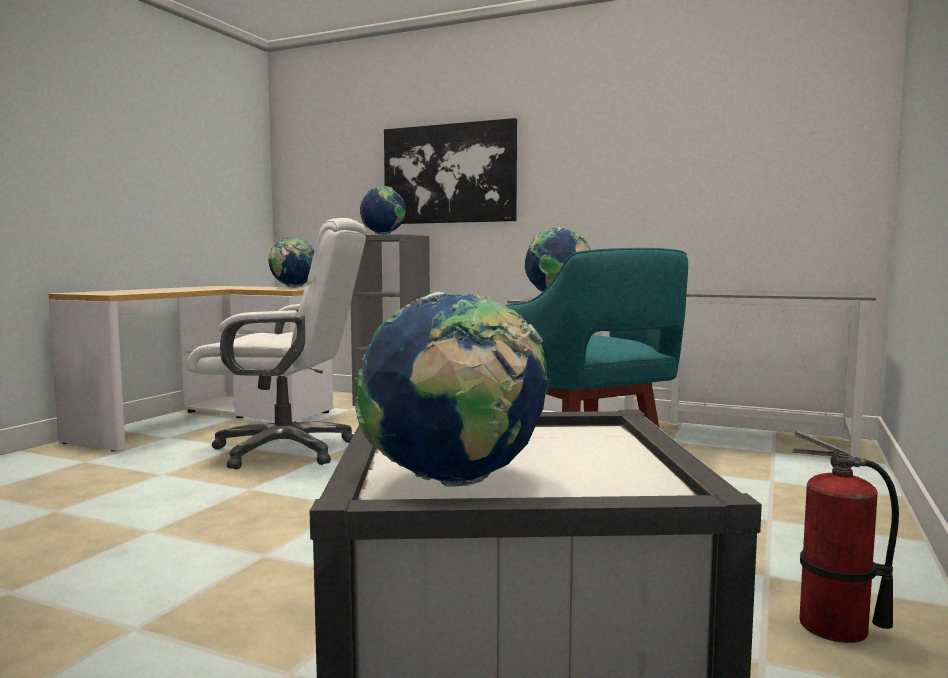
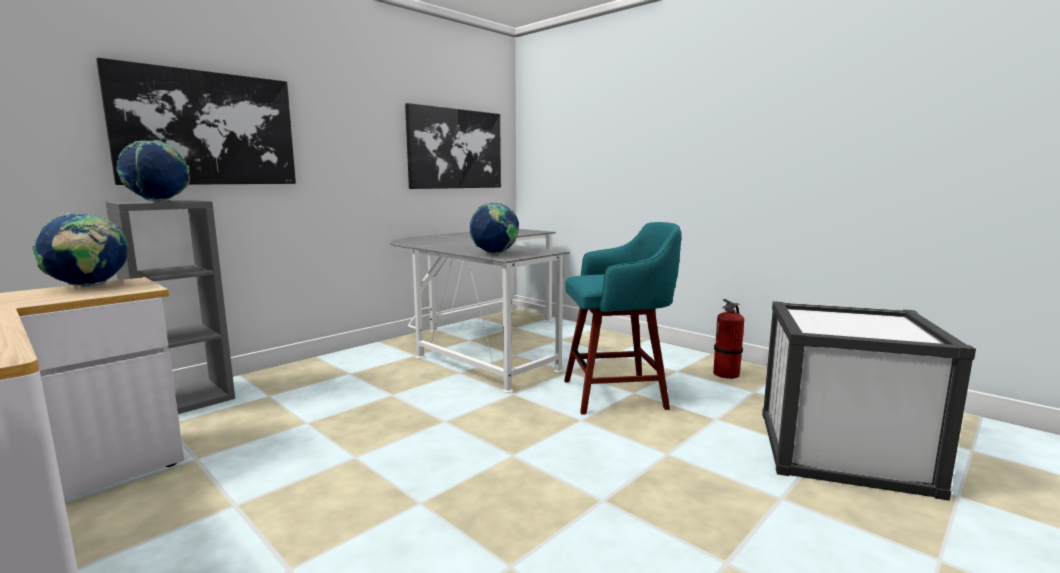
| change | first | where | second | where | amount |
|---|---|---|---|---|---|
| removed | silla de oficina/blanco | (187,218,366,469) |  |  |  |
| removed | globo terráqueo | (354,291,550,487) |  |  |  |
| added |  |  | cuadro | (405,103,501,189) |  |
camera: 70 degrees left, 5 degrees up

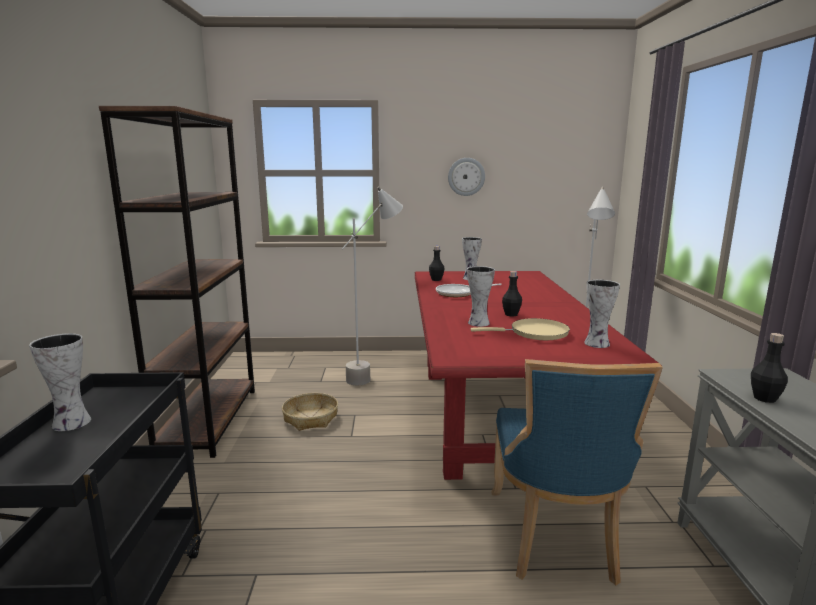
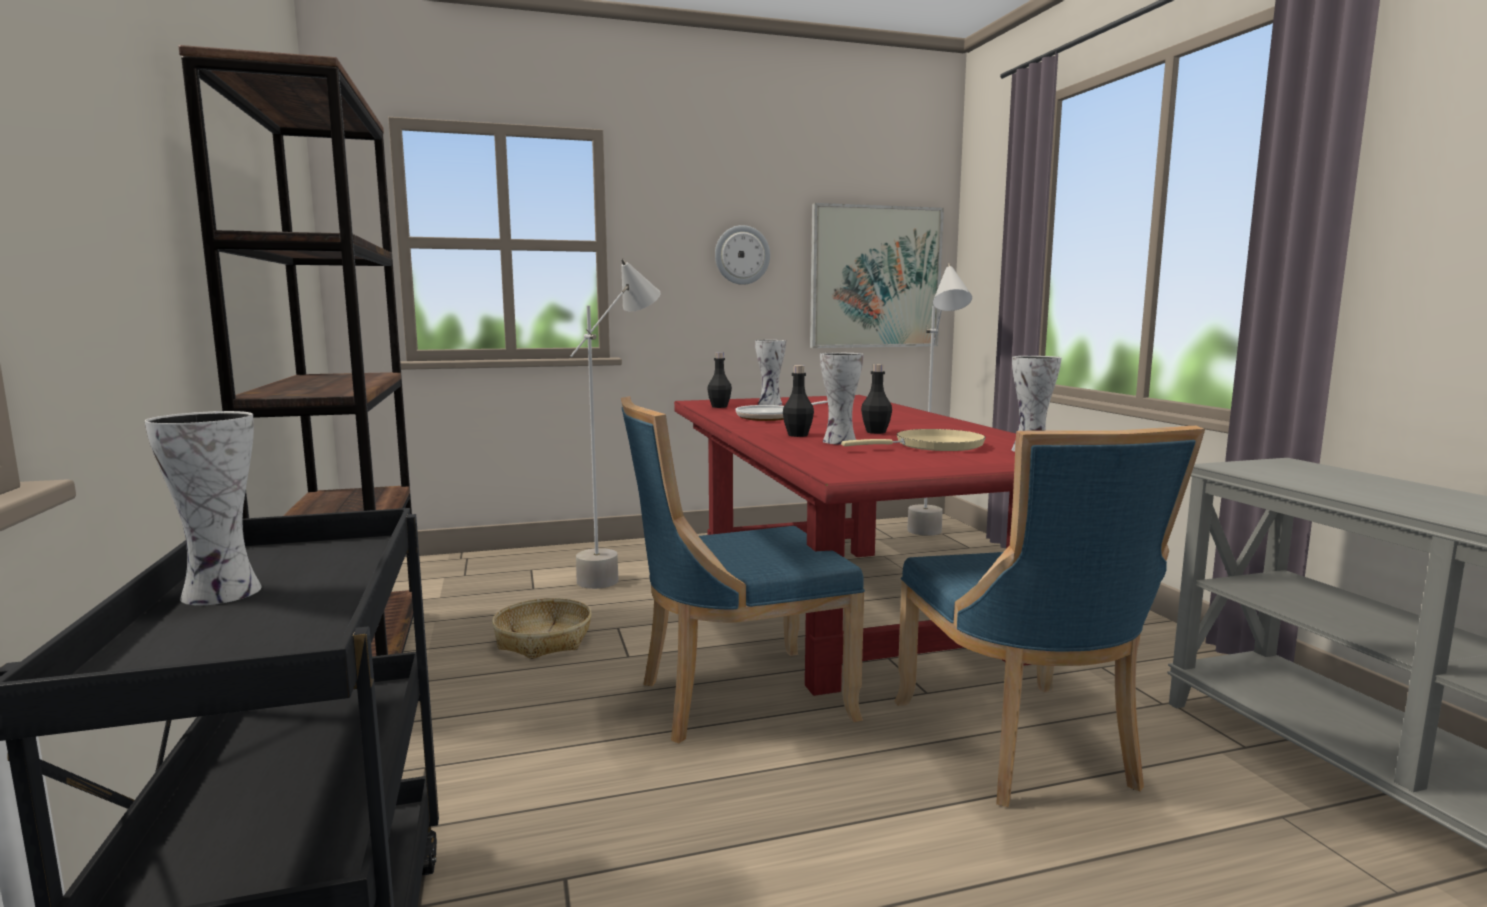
| change | first | where | second | where | amount |
|---|---|---|---|---|---|
| moved | botella/negro | (751,333,788,403) |  | (783,365,814,437) |  |
| added |  |  | cuadro | (810,203,944,348) |  |
| added |  |  | silla/azul | (621,396,865,743) |  |
camera: 15 degrees left, 5 degrees down

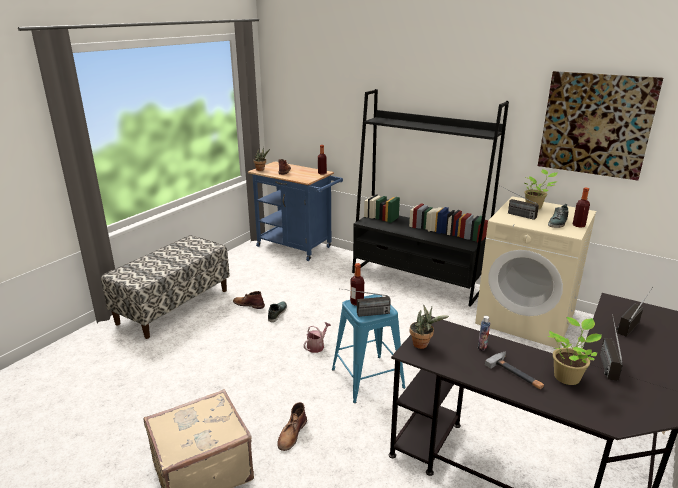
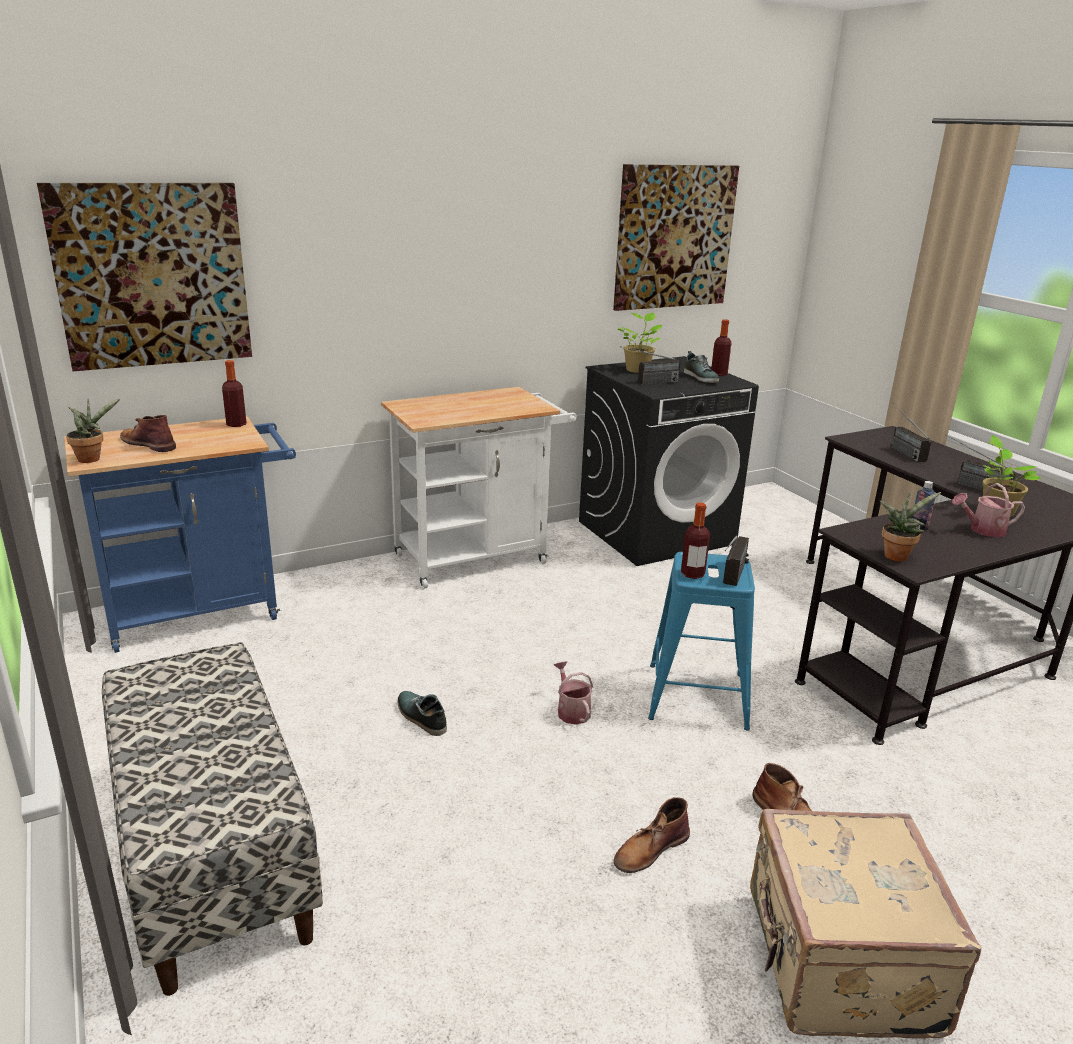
| change | first | where | second | where | amount |
|---|---|---|---|---|---|
| replaced | estantería/negro | (352,89,509,307) | carrito/blanco | (381,387,577,589) |  |
| recoloured | lavadora/beis | (475,196,596,348) | lavadora/negro | (579,356,759,566) |  |
| moved | bota/marrón | (233,291,265,309) |  | (614,797,690,873) |  |
| replaced | martillo | (485,351,544,389) | regadera | (952,483,1025,537) |  |
| added |  |  | cuadro | (37,183,252,371) |  |
camera: 60 degrees left, 0 degrees up

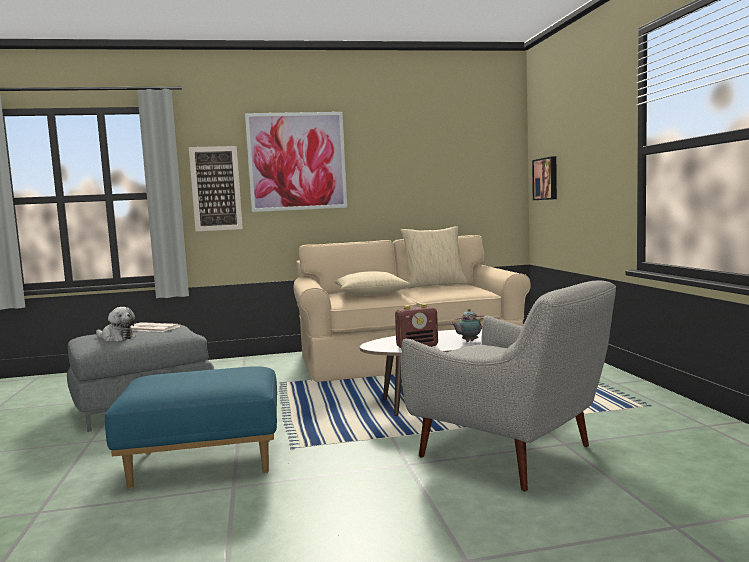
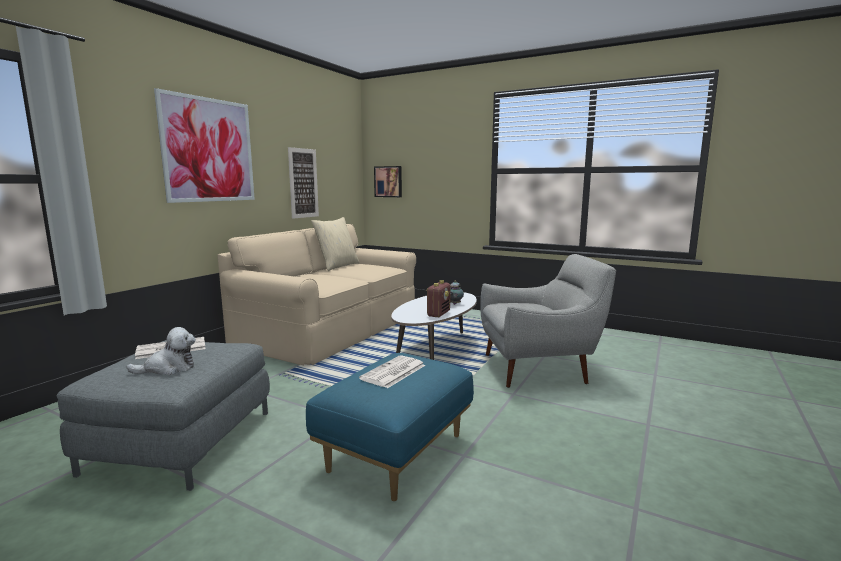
| change | first | where | second | where | amount |
|---|---|---|---|---|---|
| moved | cuadro | (189,146,243,231) |  | (288,147,319,219) |  |
| removed | cojín/beis | (334,271,410,296) |  |  |  |
| added |  |  | periódico | (359,355,426,388) |  |
camera: 50 degrees left, 5 degrees up

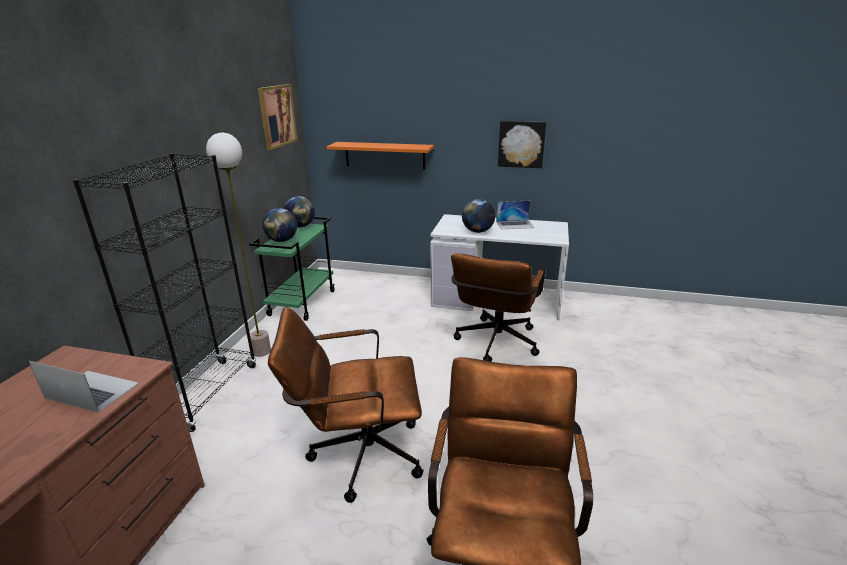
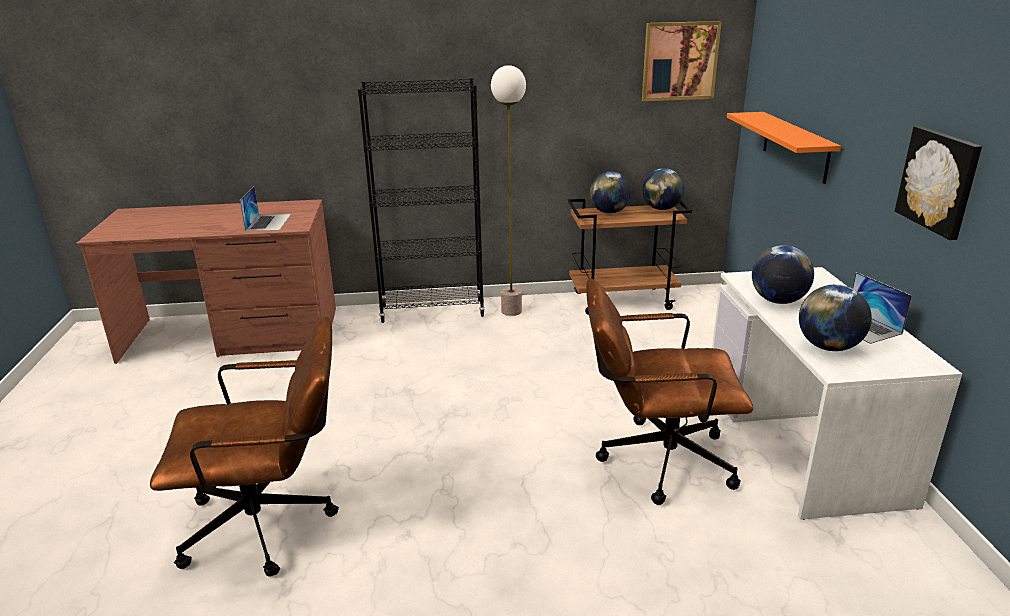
| change | first | where | second | where | amount |
|---|---|---|---|---|---|
| recoloured | carrito/verde | (249,217,335,321) | carrito/marrón | (568,199,692,315) |  |
| removed | silla de oficina/marrón | (268,307,423,503) |  |  |  |
| added |  |  | globo terráqueo | (799,284,872,351) |  |
camera: 70 degrees right, 0 degrees up

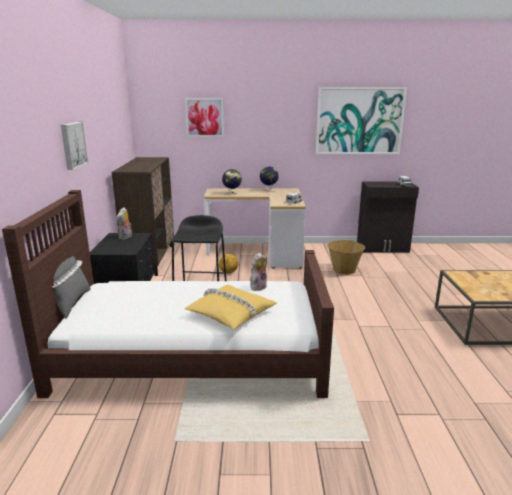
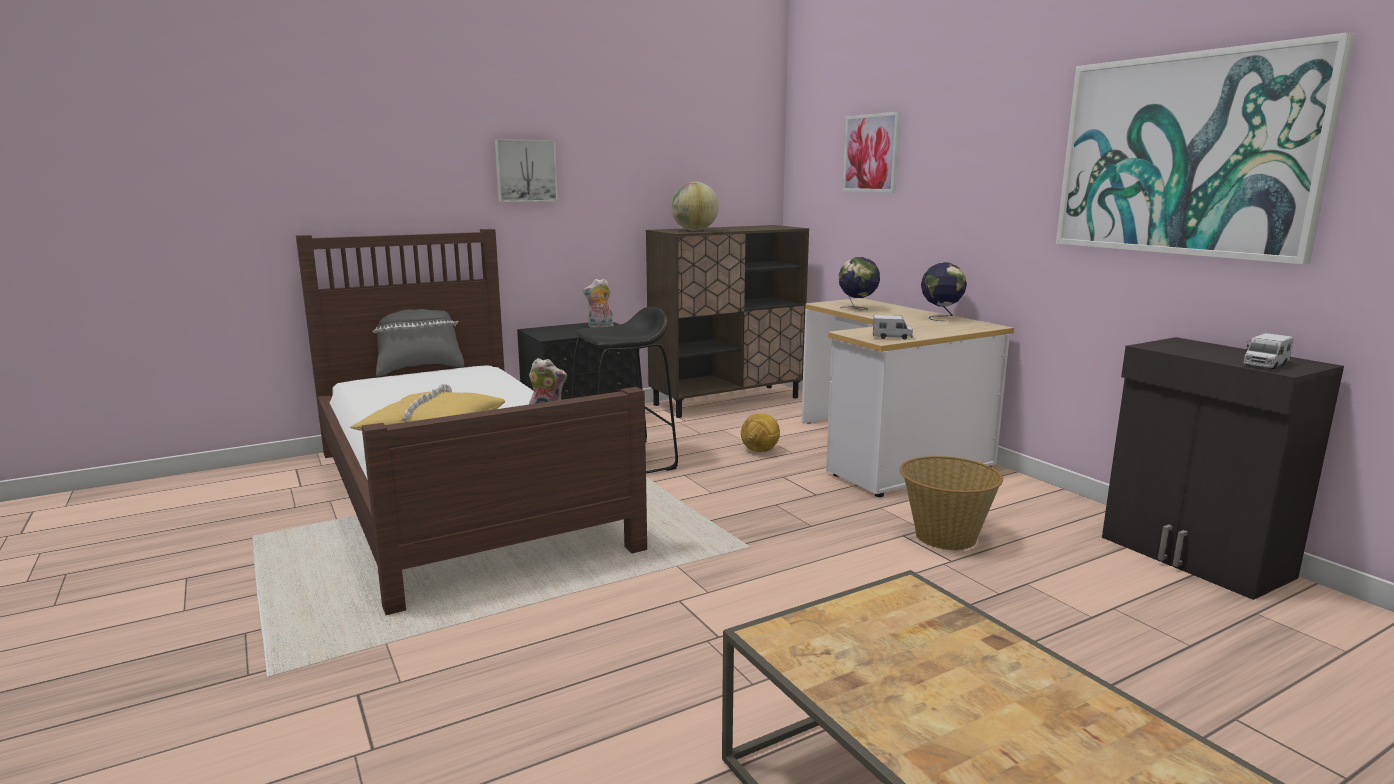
| change | first | where | second | where | amount |
|---|---|---|---|---|---|
| added |  |  | globo terráqueo | (671,182,719,231) |  |
camera: 60 degrees right, 5 degrees down

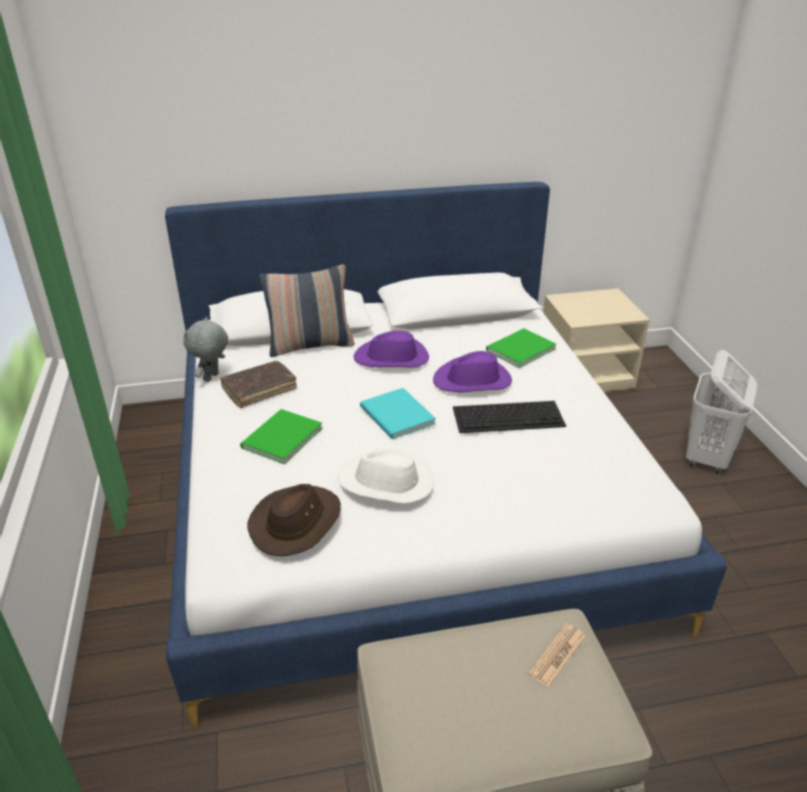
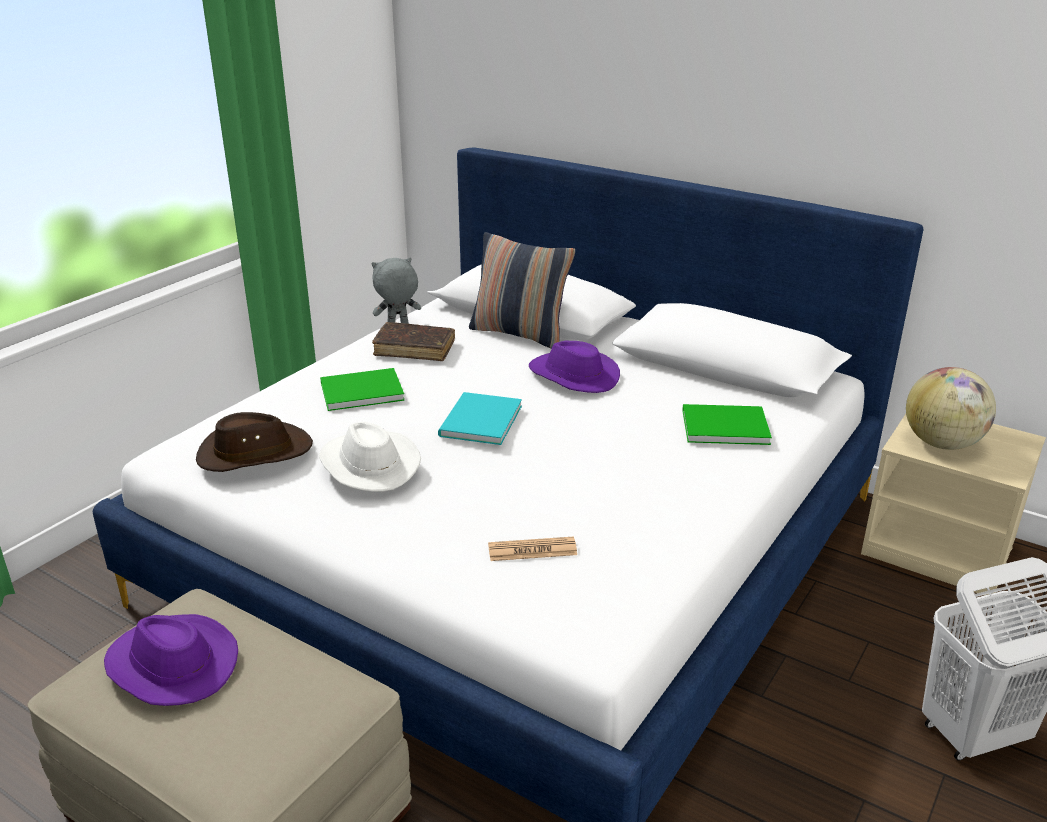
| change | first | where | second | where | amount |
|---|---|---|---|---|---|
| moved | sombrero/morado | (433,351,512,392) |  | (104,614,238,706) |  |
| removed | teclado | (453,401,566,433) |  |  |  |
| moved | periódico | (528,623,585,687) |  | (488,537,577,561) |  |
| added |  |  | globo terráqueo | (906,367,996,450) |  |
camera: 45 degrees right, 5 degrees down

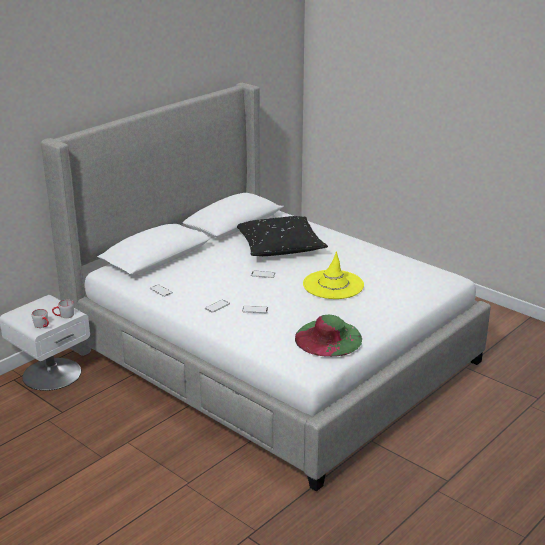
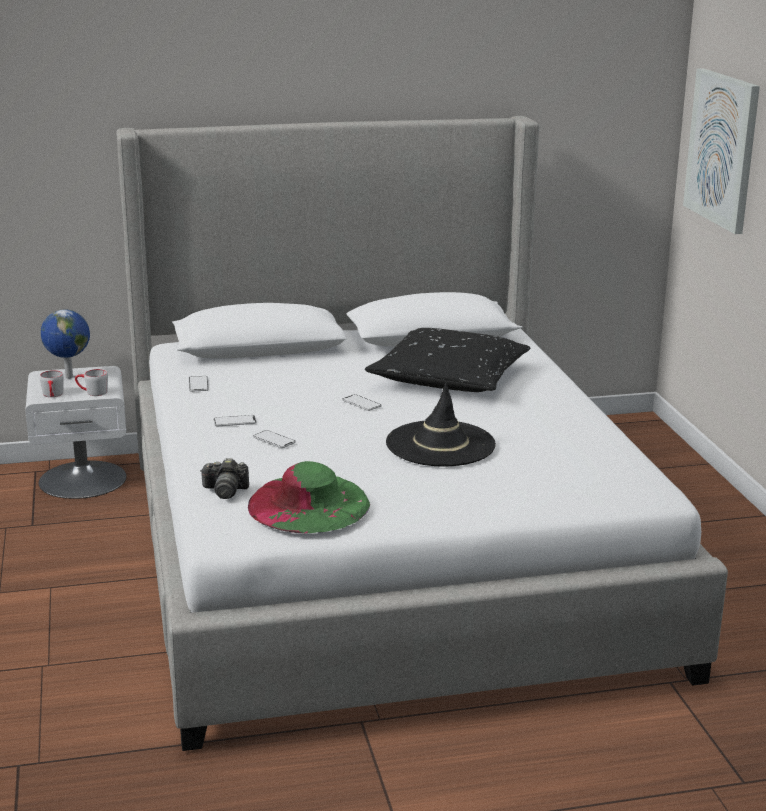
| change | first | where | second | where | amount |
|---|---|---|---|---|---|
| recoloured | sombrero/amarillo | (303,251,364,299) | sombrero/negro | (386,383,496,467) |  |
| added |  |  | cuadro | (683,68,760,234) |  |
| added |  |  | globo terráqueo | (41,309,90,379) |  |
| added |  |  | cámara | (200,458,249,499) |  |
camera: 35 degrees right, 5 degrees down

